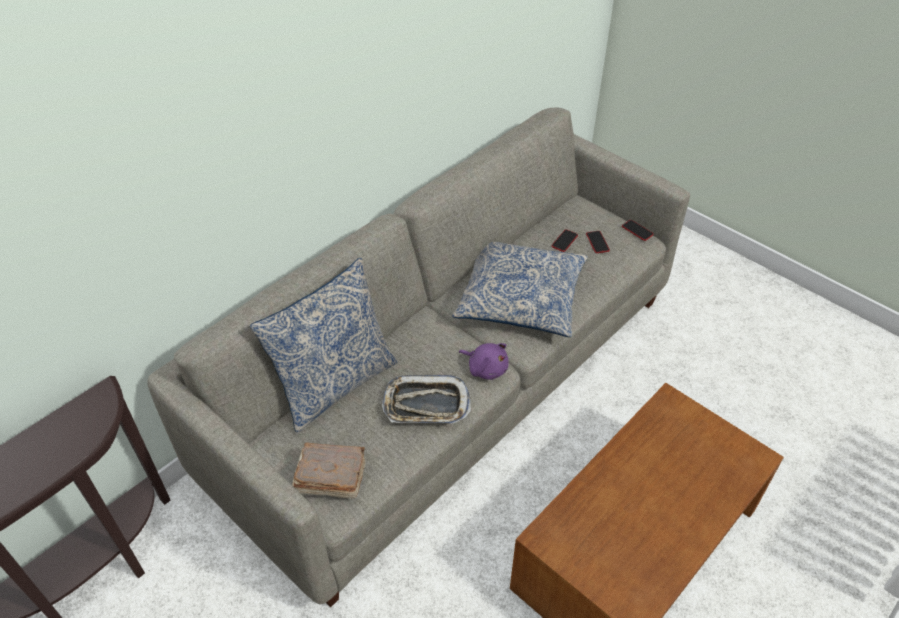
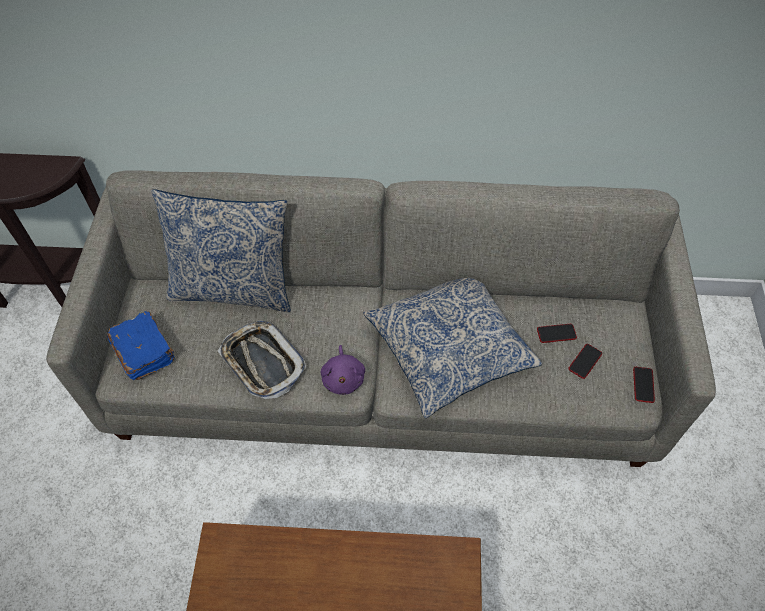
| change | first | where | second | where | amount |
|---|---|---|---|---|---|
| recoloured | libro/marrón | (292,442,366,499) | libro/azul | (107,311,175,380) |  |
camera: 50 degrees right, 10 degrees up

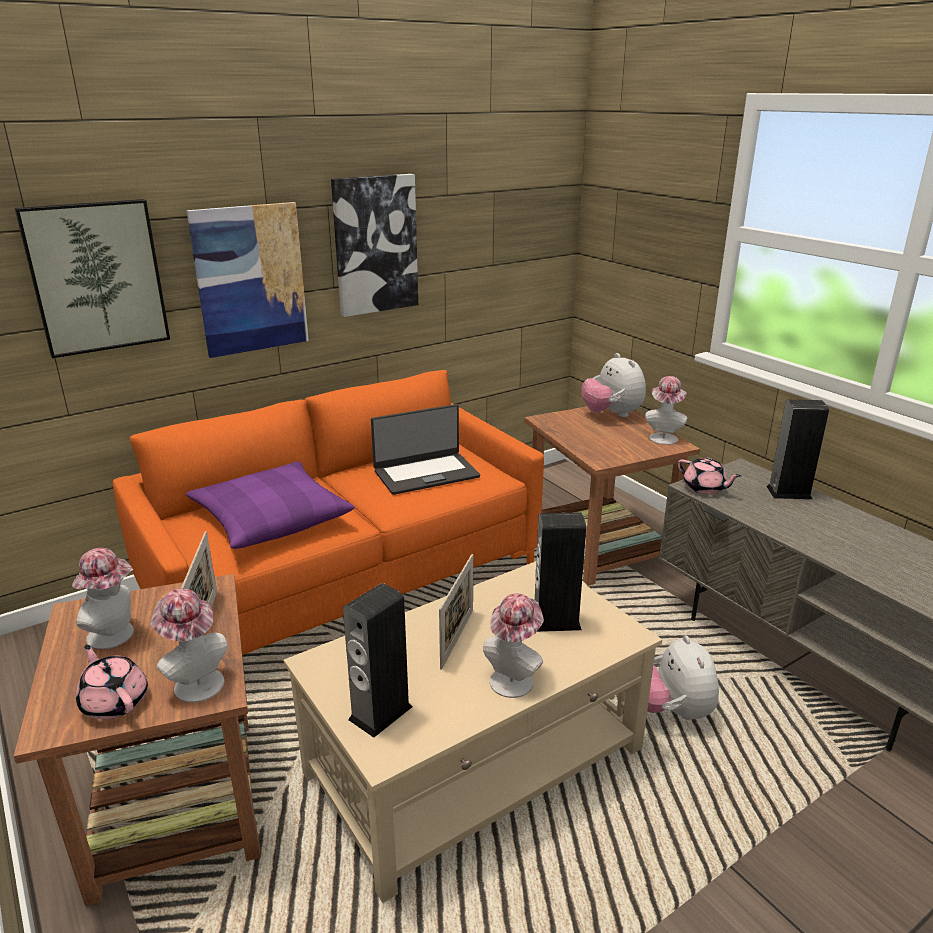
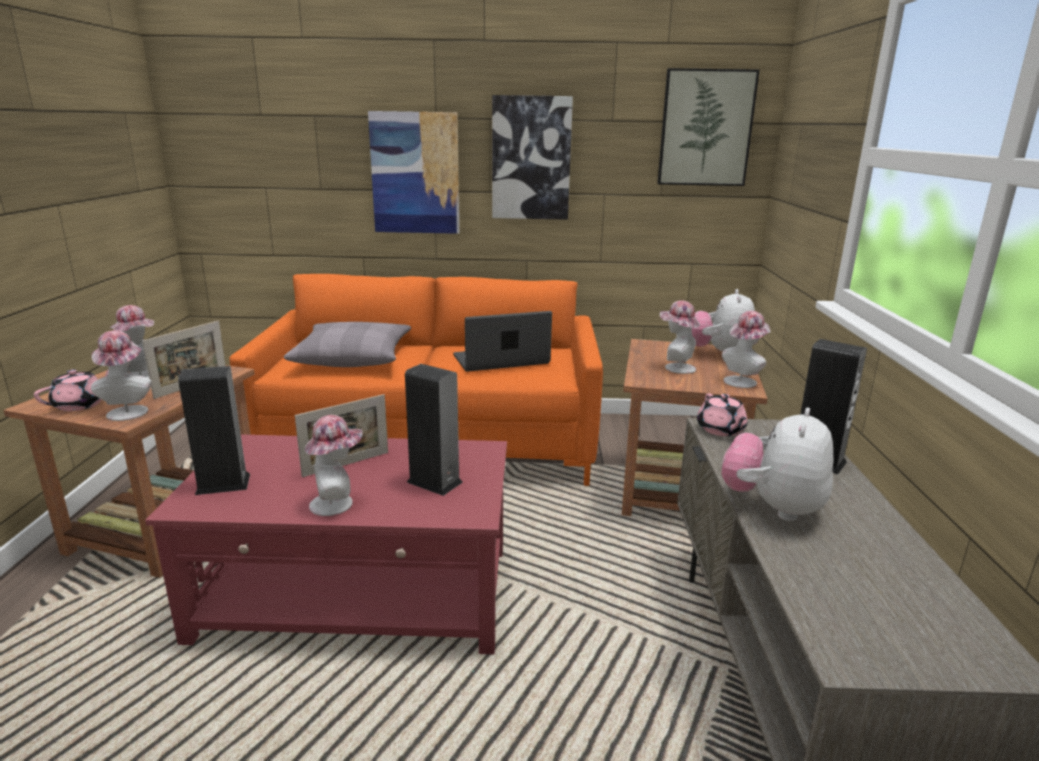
| change | first | where | second | where | amount |
|---|---|---|---|---|---|
| moved | cuadro | (15,199,170,358) |  | (657,68,760,186) |  |
| turned | portátil | (371,404,480,495) |  | (453,311,552,372) | 150 degrees clockwise |
| recoloured | cojín/morado | (186,461,354,549) | cojín/gris | (284,322,411,367) |  |
| recoloured | mesa de centro/beis | (284,561,662,903) | mesa de centro/rojo | (145,435,507,654) |  |
| moved | peluche | (647,636,719,720) |  | (722,407,833,521) |  |
| turned | tetera/rosa | (76,645,148,719) |  | (34,369,108,411) | 45 degrees clockwise |
| added |  |  | sombrero | (659,300,700,374) |  |
camera: 35 degrees right, 5 degrees down

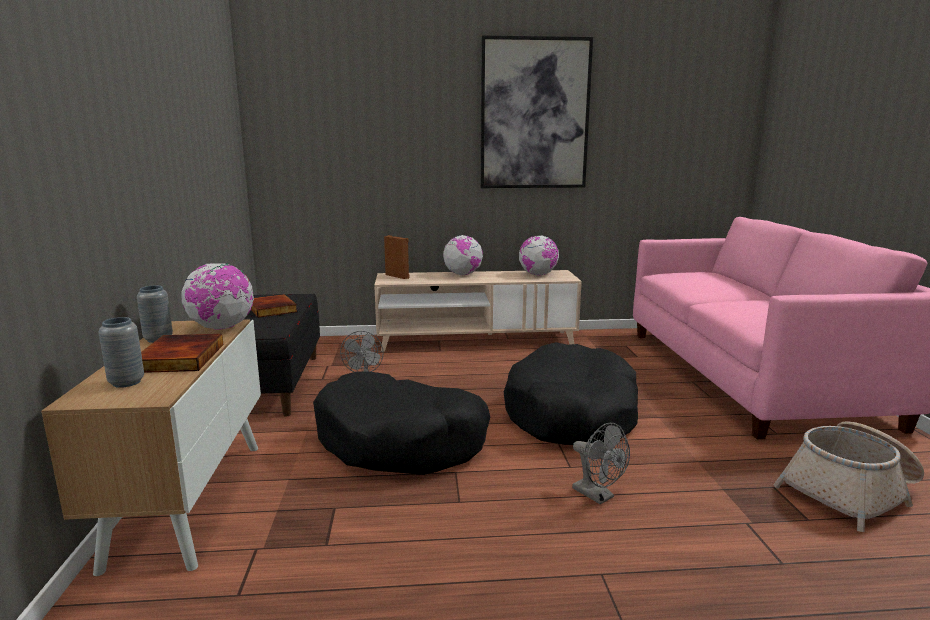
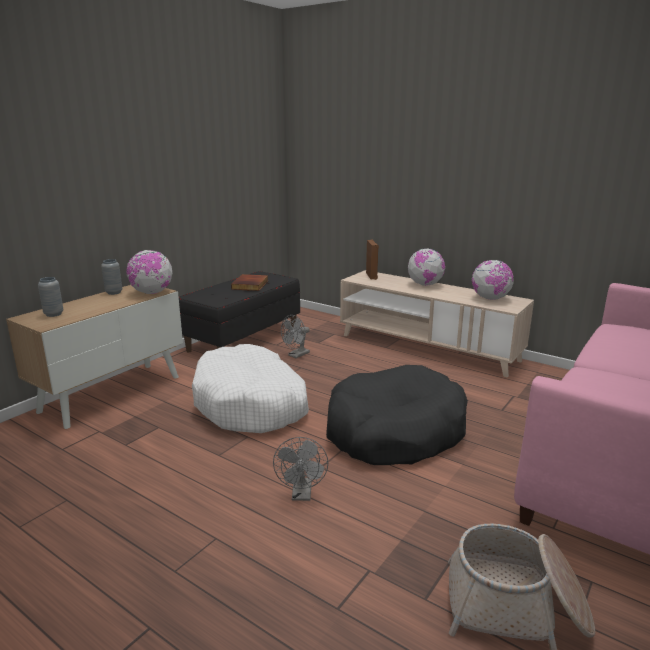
| change | first | where | second | where | amount |
|---|---|---|---|---|---|
| removed | cuadro | (480,35,593,188) |  |  |  |
| removed | libro | (141,334,223,373) |  |  |  |
| recoloured | cama para perro/negro | (313,371,490,475) | cama para perro/blanco | (192,344,309,433) |  |
camera: 40 degrees right, 5 degrees up

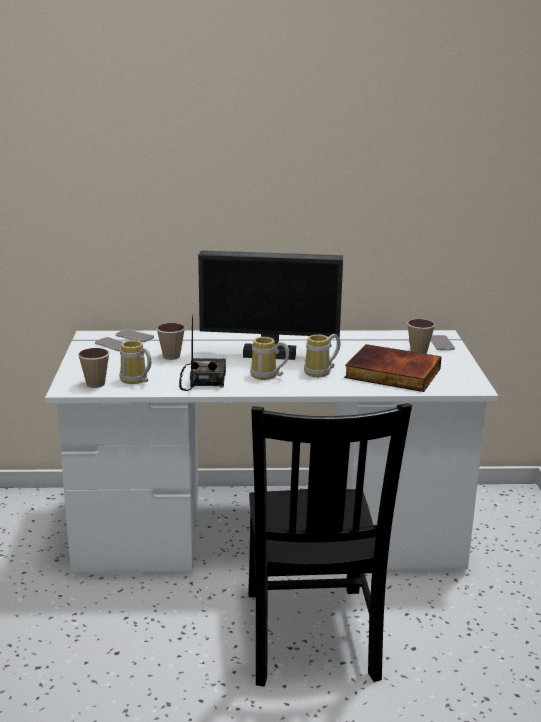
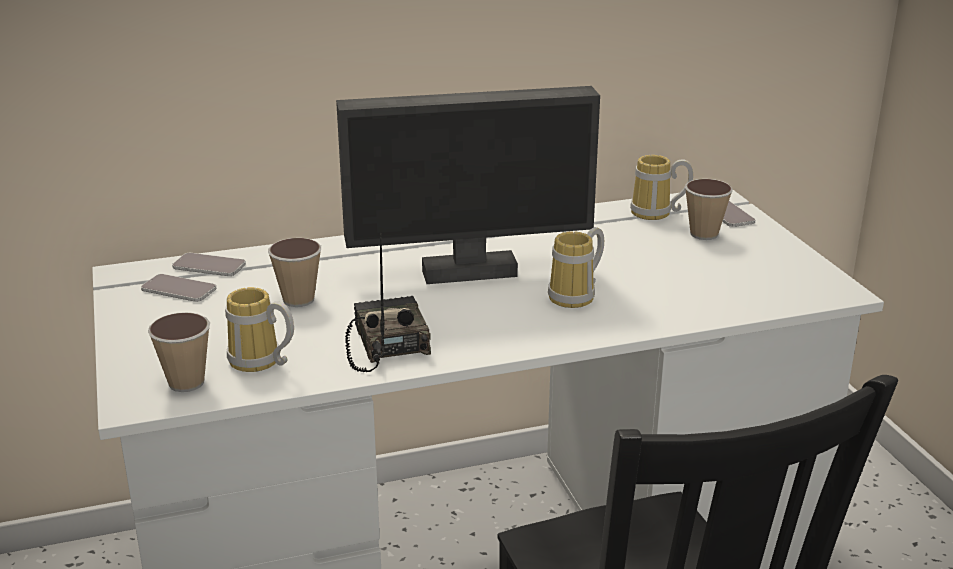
| change | first | where | second | where | amount |
|---|---|---|---|---|---|
| moved | taza grande | (250,337,289,380) |  | (630,155,693,220) |  |
| removed | libro | (345,344,442,392) |  |  |  |
camera: 15 degrees left, 5 degrees up

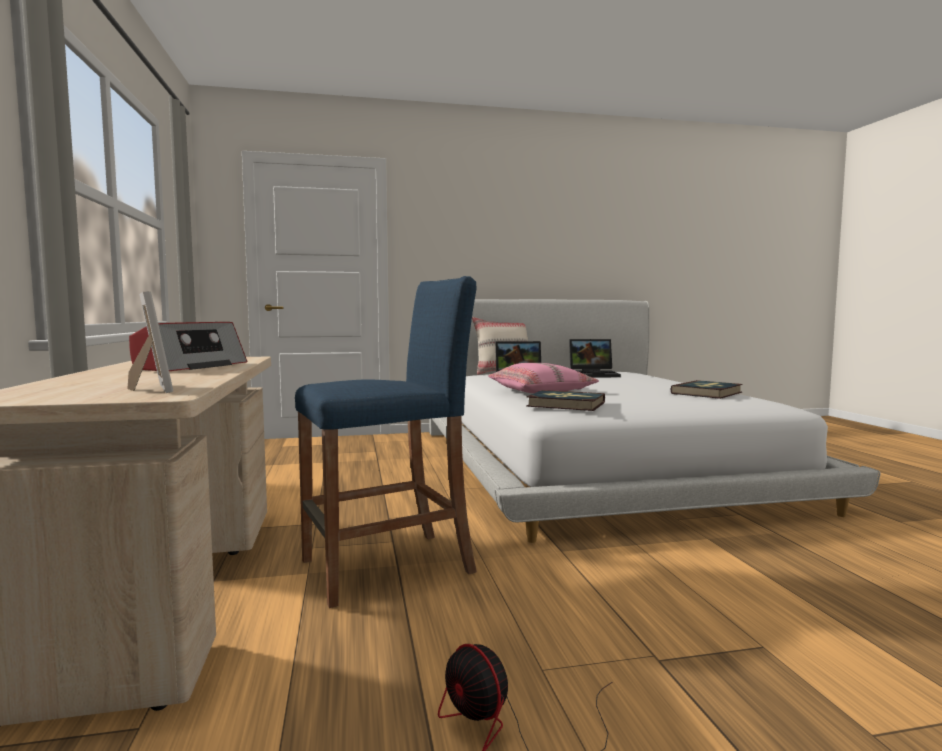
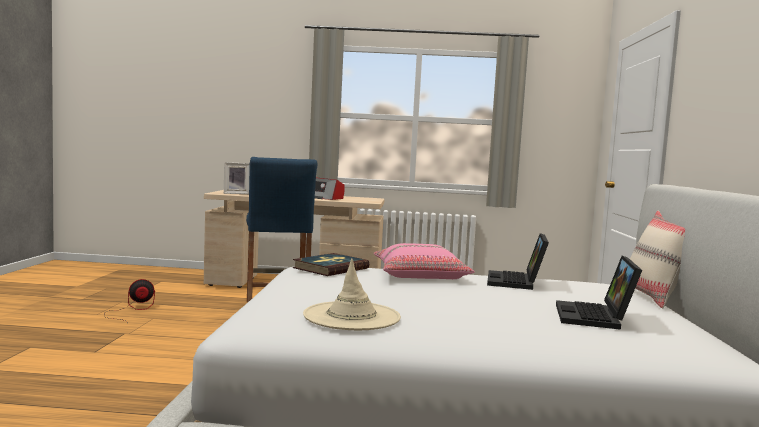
| change | first | where | second | where | amount |
|---|---|---|---|---|---|
| replaced | libro | (670,380,743,399) | sombrero/beis | (303,259,401,330) |  |
camera: 105 degrees right, 0 degrees up

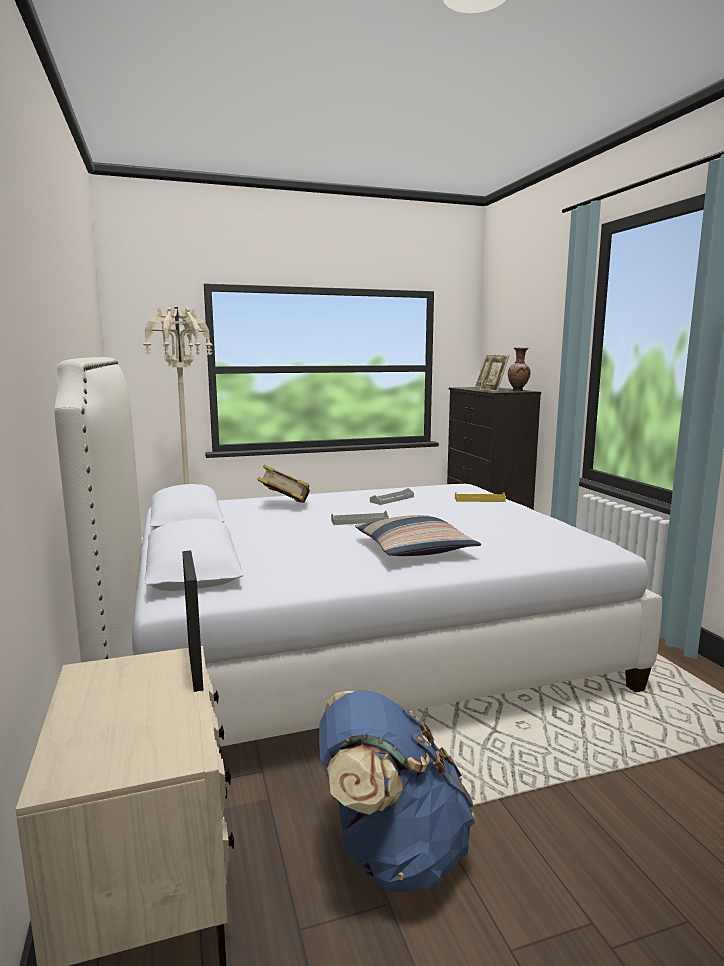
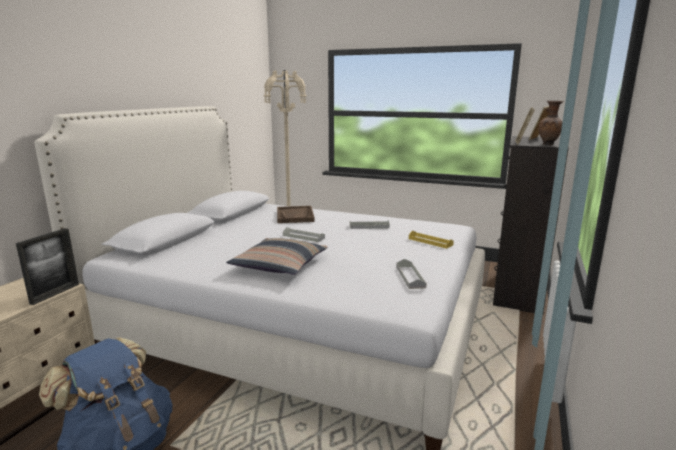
| change | first | where | second | where | amount |
|---|---|---|---|---|---|
| replaced | libro | (257,464,310,503) | bandeja/marrón | (277,206,315,223) |  |
| added |  |  | bandeja/gris | (396,259,427,289) |  |
camera: 40 degrees right, 5 degrees up

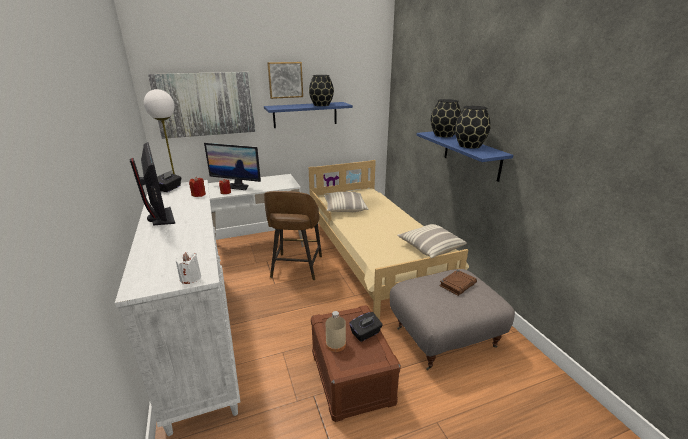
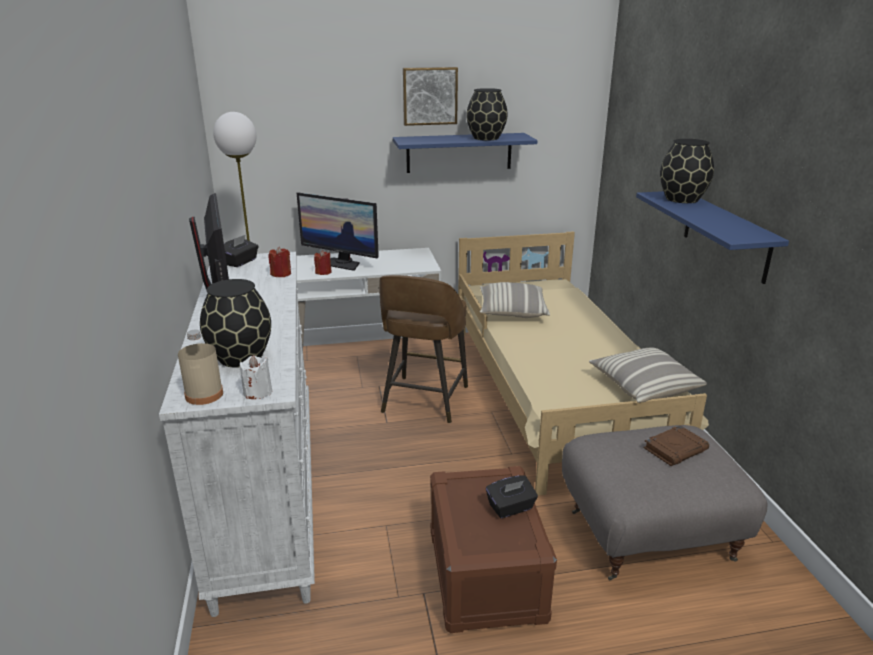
| change | first | where | second | where | amount |
|---|---|---|---|---|---|
| removed | cuadro | (148,72,255,139) |  |  |  |
| moved | florero/negro | (455,106,491,149) |  | (200,279,271,368) |  |
| moved | botella/beis | (326,311,346,352) |  | (178,330,223,405) |  |
camera: 10 degrees right, 0 degrees up

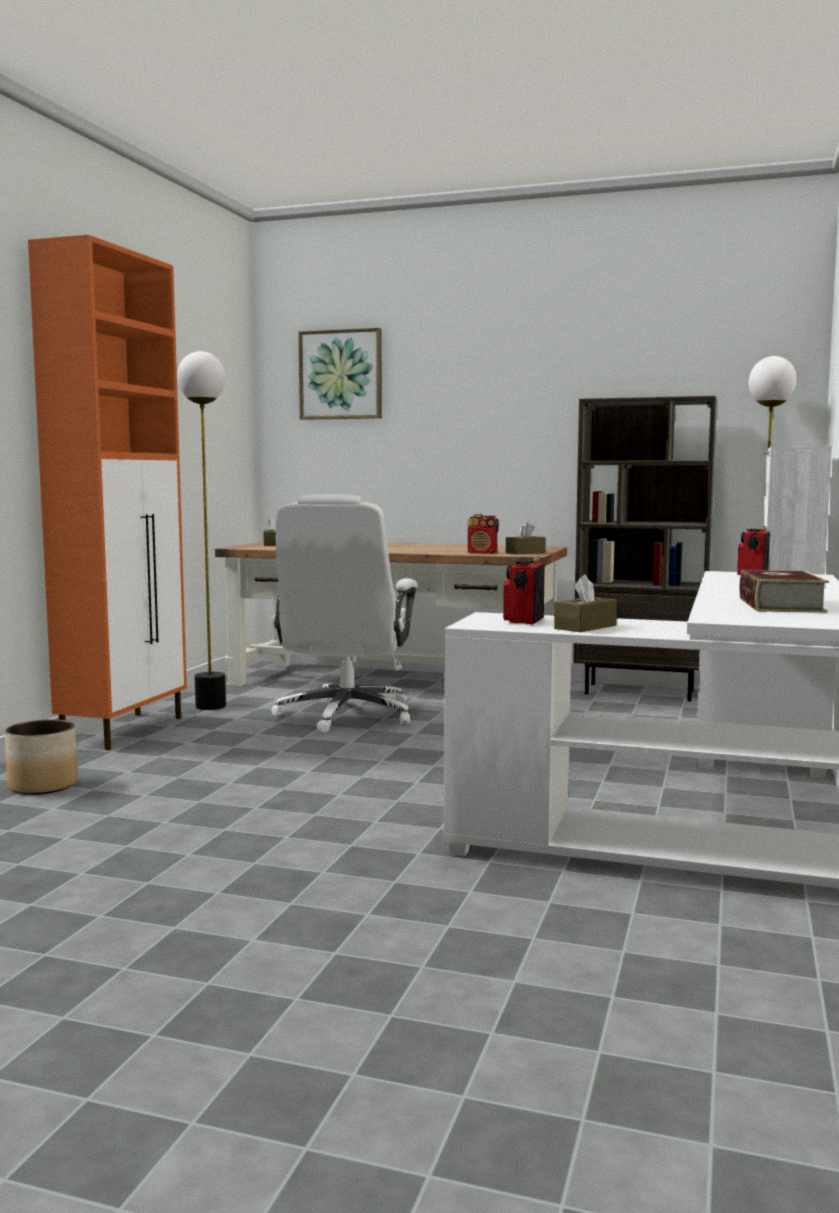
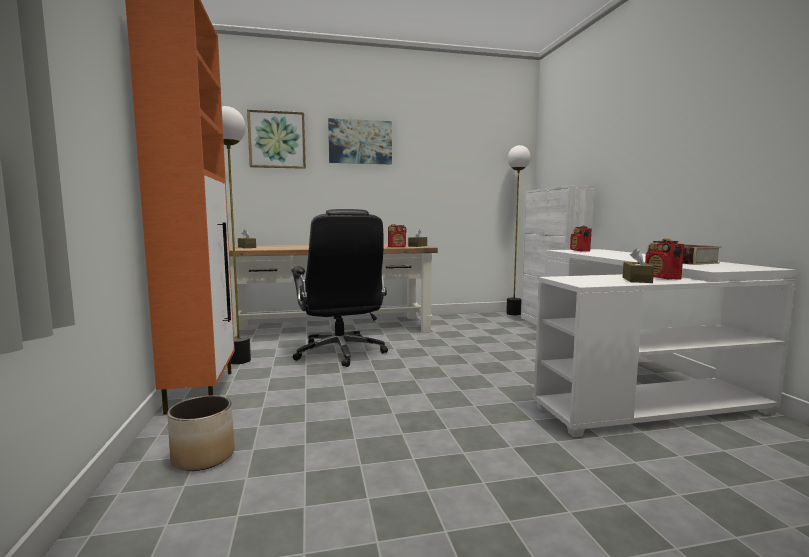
| change | first | where | second | where | amount |
|---|---|---|---|---|---|
| removed | estantería/marrón | (573,396,717,702) |  |  |  |
| recoloured | silla de oficina/blanco | (271,494,418,733) | silla de oficina/negro | (291,209,388,367) |  |
| moved | radio | (503,556,545,625) |  | (645,238,684,280) |  |
| added |  |  | cuadro | (328,118,392,164) |  |
camera: 30 degrees left, 0 degrees up

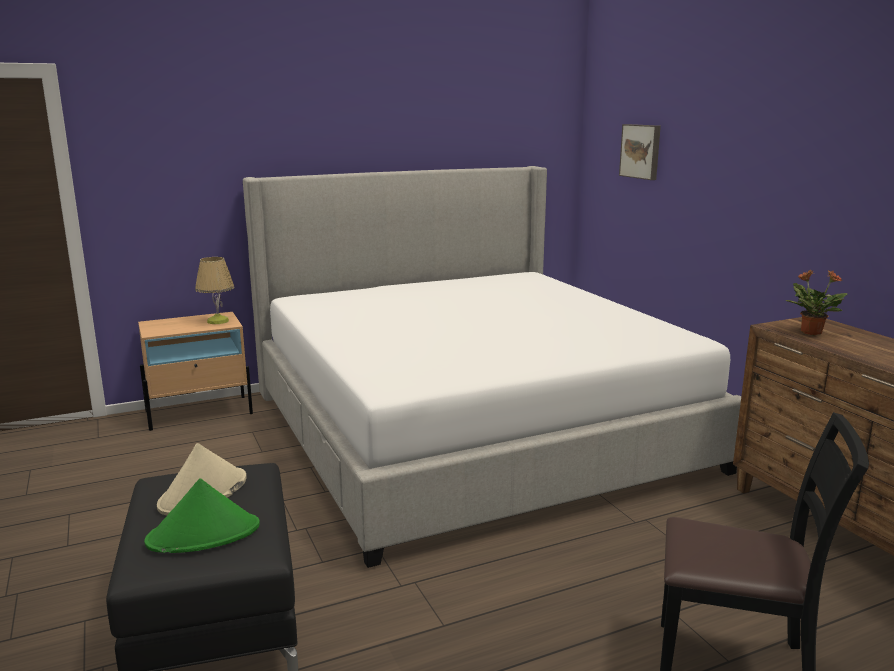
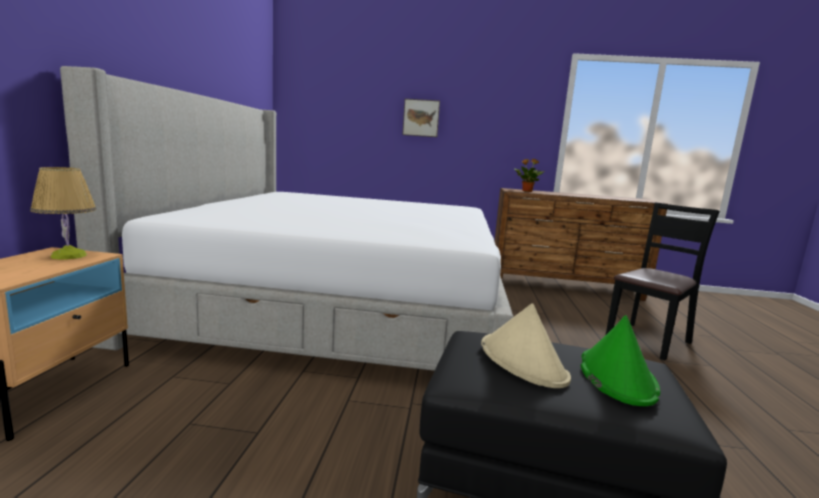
| change | first | where | second | where | amount |
|---|---|---|---|---|---|
| moved | cuadro | (619,124,661,180) |  | (402,99,440,137) |  |
camera: 60 degrees left, 5 degrees down

